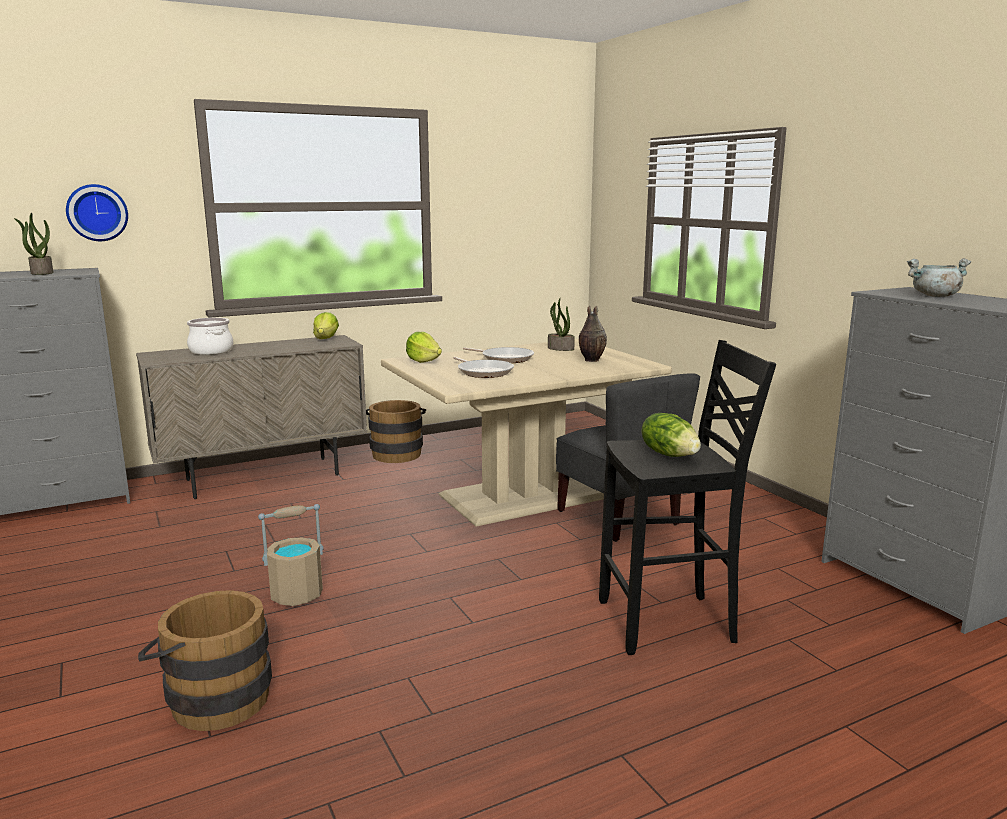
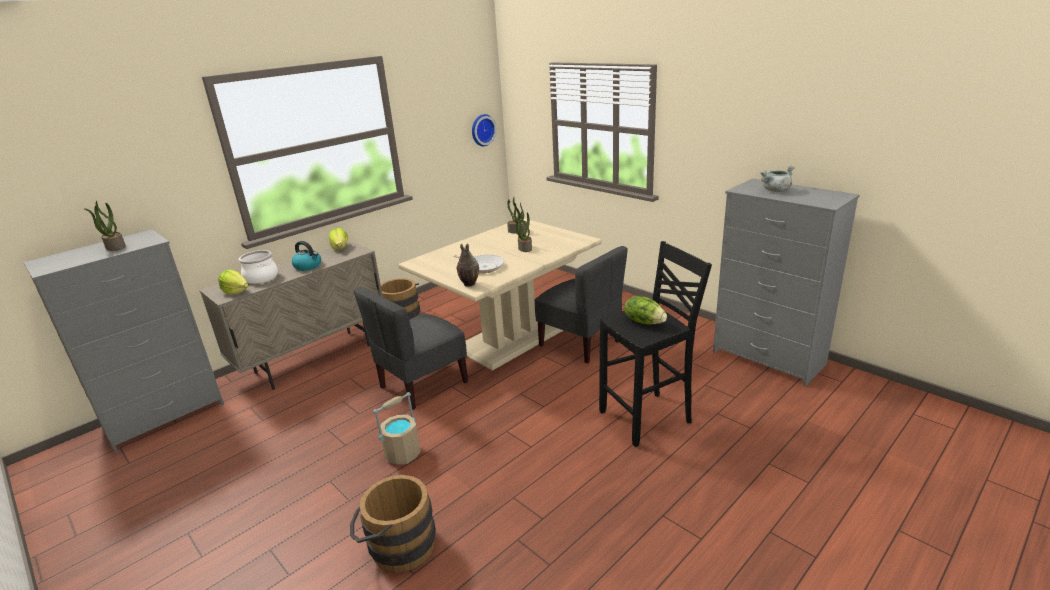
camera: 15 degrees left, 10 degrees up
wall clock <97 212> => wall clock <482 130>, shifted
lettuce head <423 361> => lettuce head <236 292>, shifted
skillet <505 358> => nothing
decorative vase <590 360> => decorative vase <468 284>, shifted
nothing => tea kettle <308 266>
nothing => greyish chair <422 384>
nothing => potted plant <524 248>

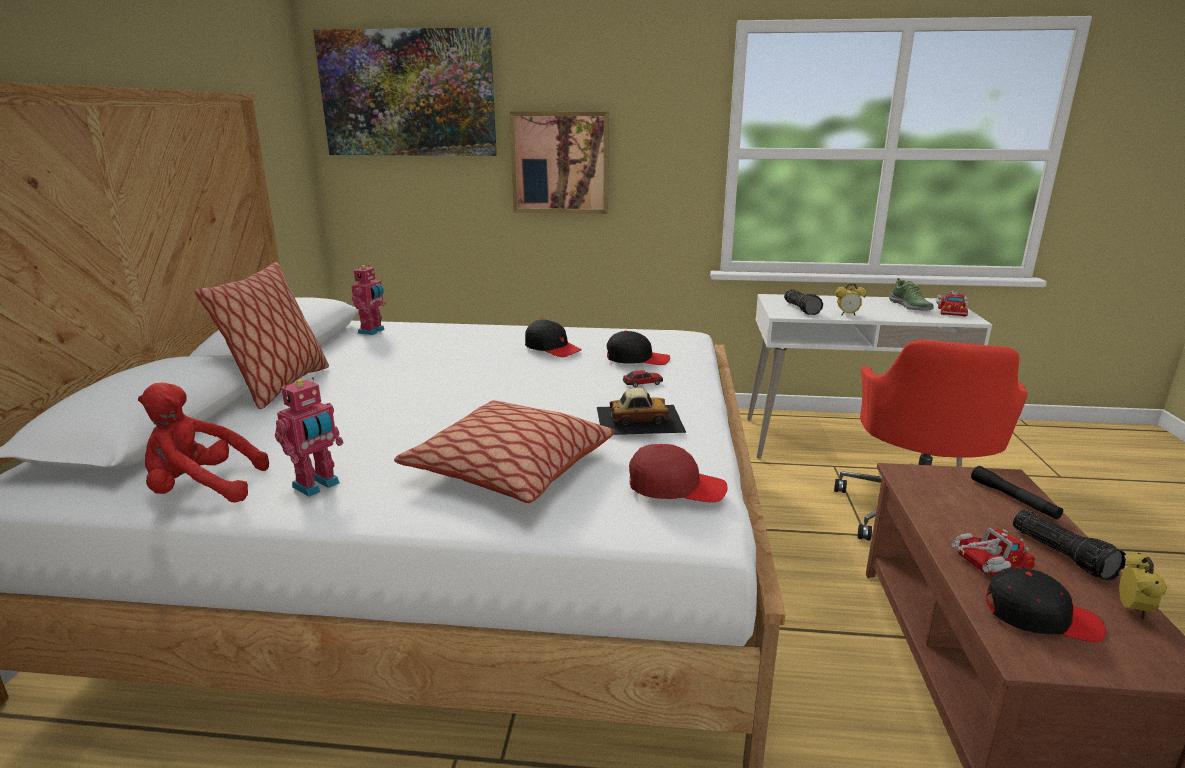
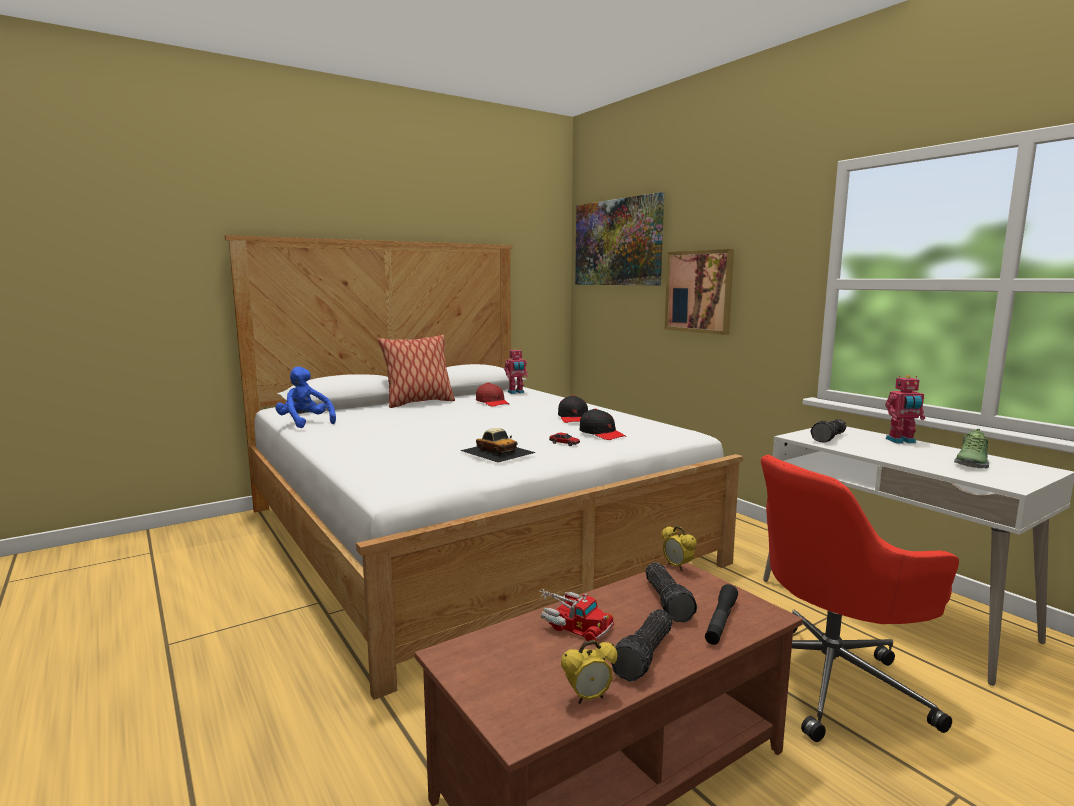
camera: 50 degrees right, 10 degrees down
red plush toy <202 490> => blue-coloured plush toy <305 423>
model robot <317 486> => model robot <901 441>, shifted
pillow <509 469> => nothing
red cap <676 487> => red cap <492 402>, shifted
table clock <847 315> => table clock <677 567>, shifted
toy truck <951 310> => nothing
blackish cap <1040 617> => nothing
nothing => hand torch <668 601>

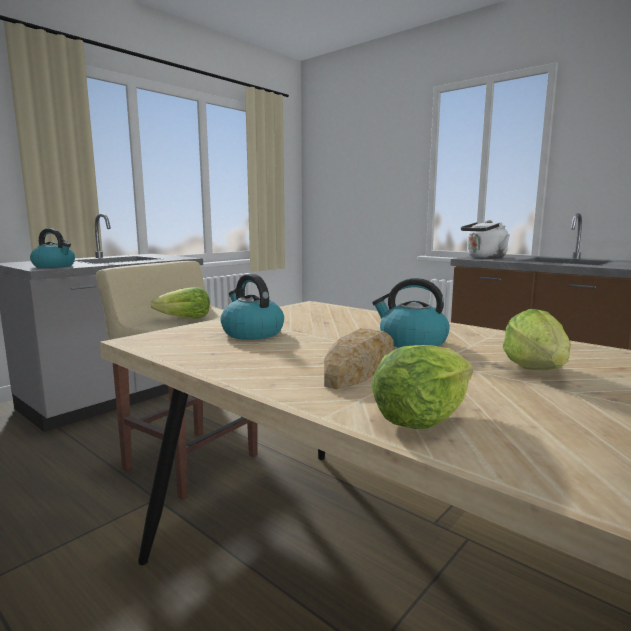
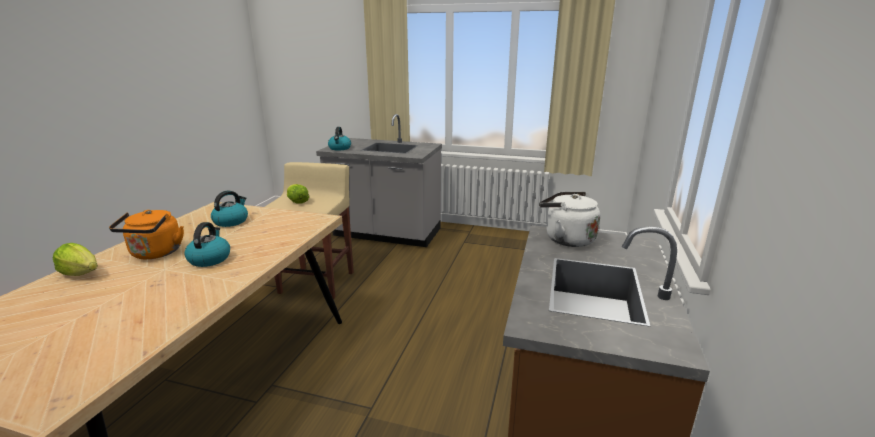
camera: 65 degrees right, 10 degrees up
bread <360 369> => orangey tea kettle <155 254>
lettuce head <536 369> => nothing

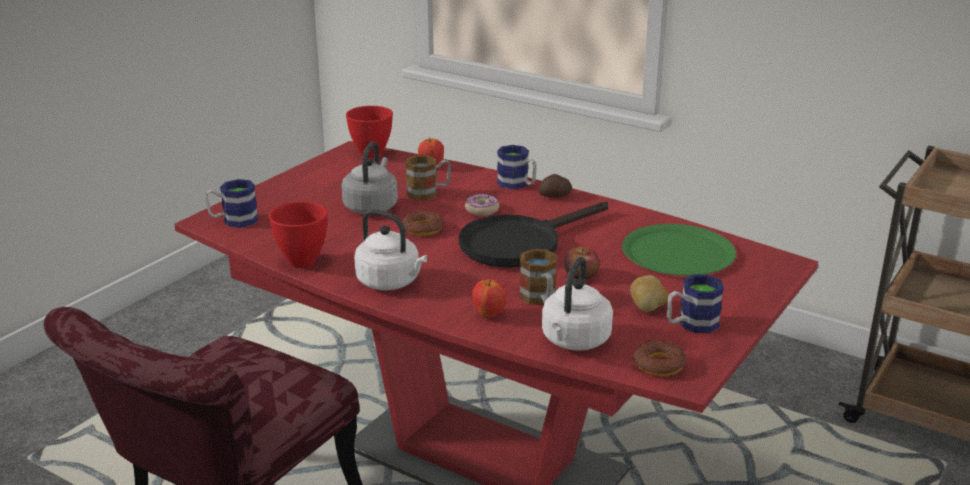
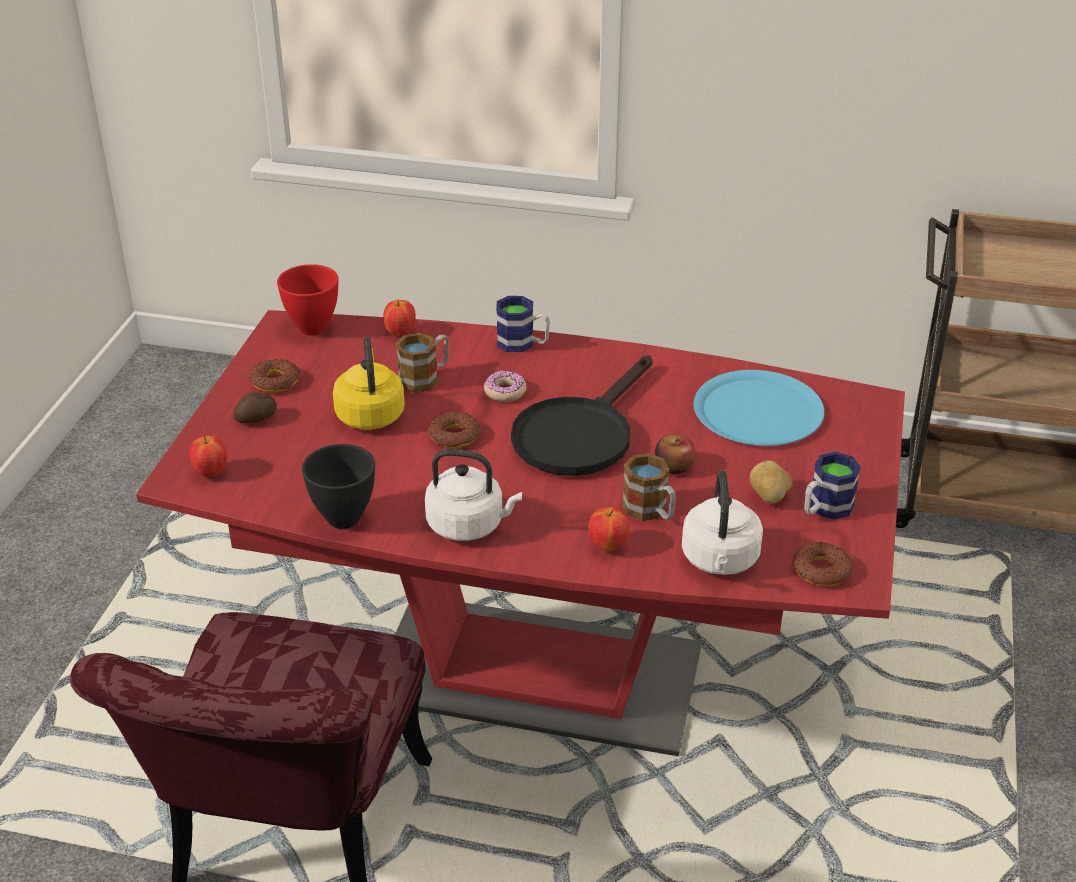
camera: 20 degrees left, 10 degrees up
mug <233 220> => apple fruit <211 473>
red deep dish <301 261> => blackish deep dish <342 518>
greyish tea kettle <371 206> => yellow-coloured tea kettle <370 414>
spud <555 196> => spud <257 419>, shifted
green plate <678 252> => blue-coloured plate <758 411>
nothing => donut <275 381>

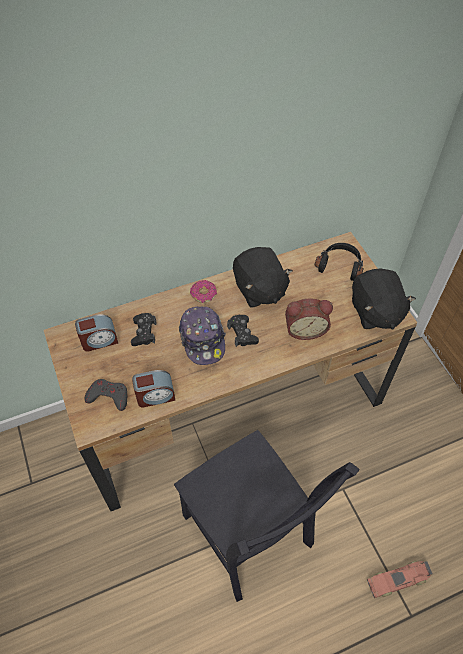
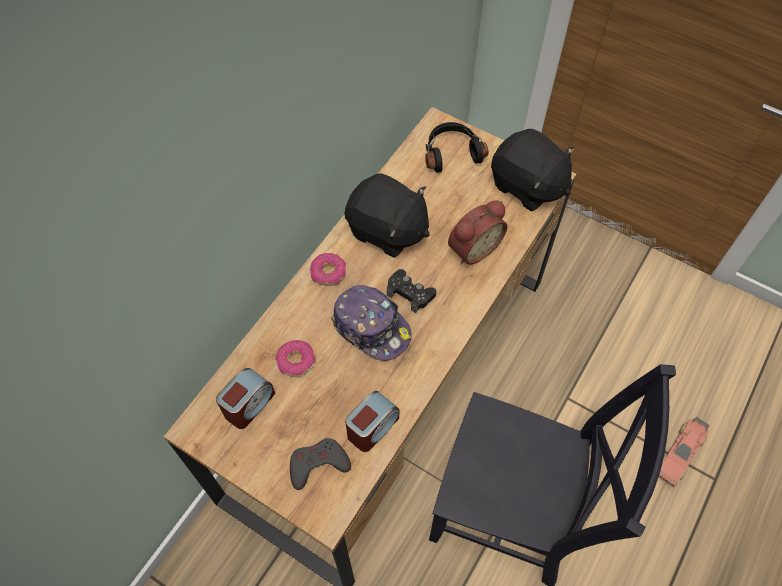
camera: 35 degrees left, 5 degrees up
blackish gamepad <144 332> => donut <296 361>

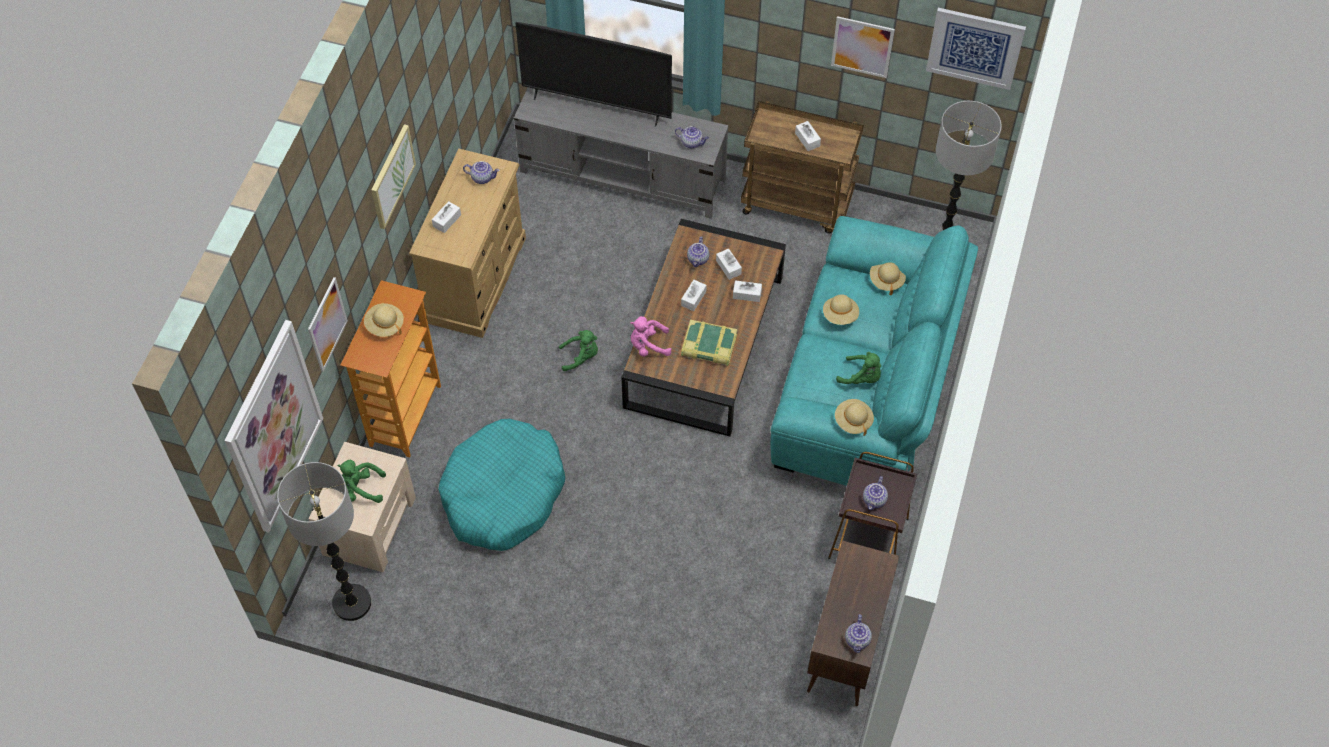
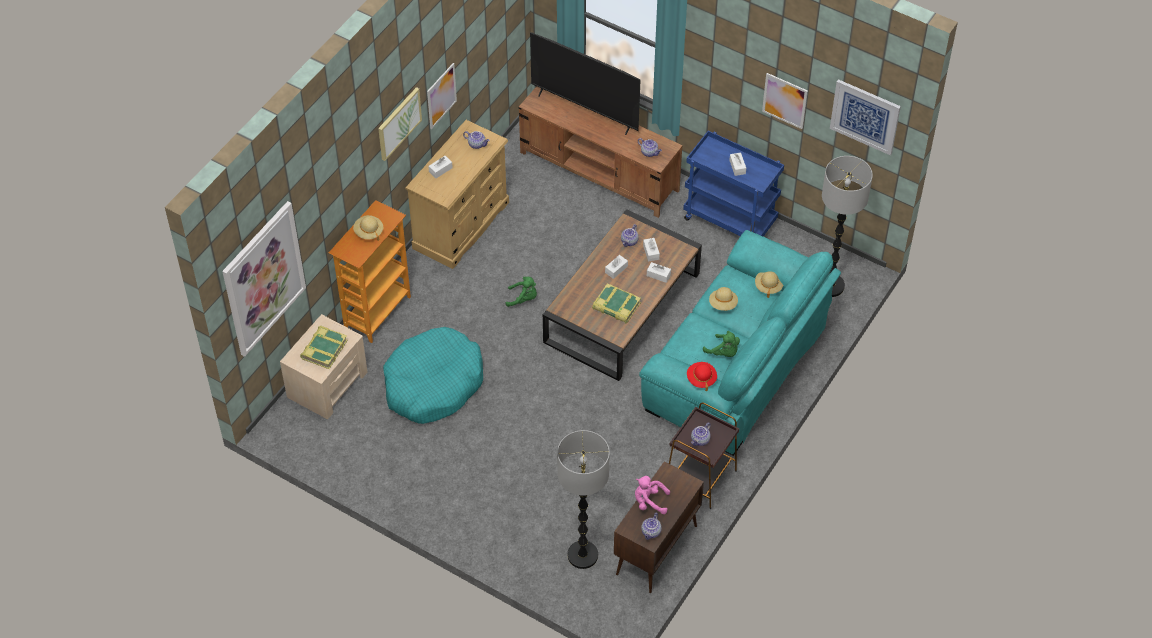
camera: 15 degrees right, 5 degrees down
floor lamp <352 603> => floor lamp <582 555>, shifted
picture <327 324> => picture <441 95>, shifted
green plush toy <361 489> => book <324 349>
greyish tv unit <623 176> => brownish tv unit <599 172>
pink plush toy <648 345> => pink plush toy <649 501>, shifted
brownish trolley <797 203> => blue-coloured trolley <730 220>
sand-coloured hat <853 421> => red hat <701 379>

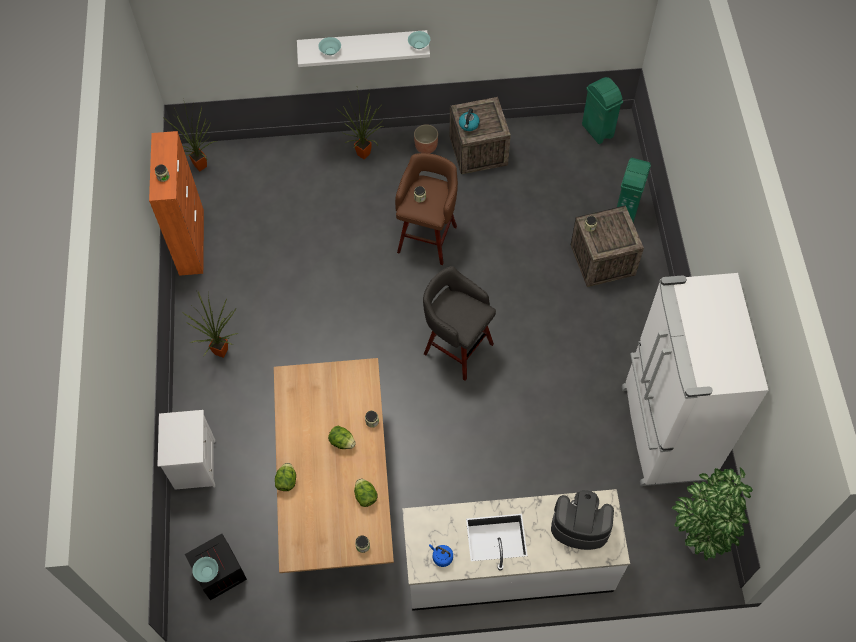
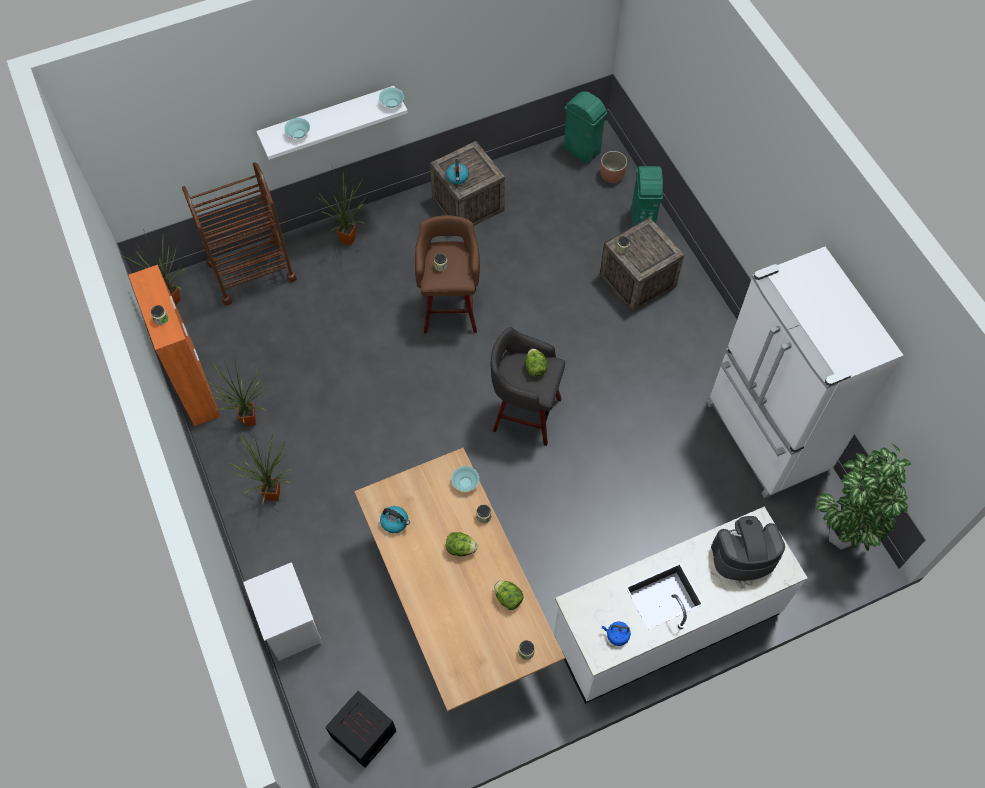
camera: 20 degrees left, 0 degrees up
turquoise deep dish <207 572> => turquoise deep dish <465 483>, shifted
lettuce head <286 481> => lettuce head <535 368>, shifted
planter <426 147> => planter <612 175>, shifted
nothing => brownish trolley <252 271>
nothing => potted plant <249 423>
nothing => tea kettle <395 522>

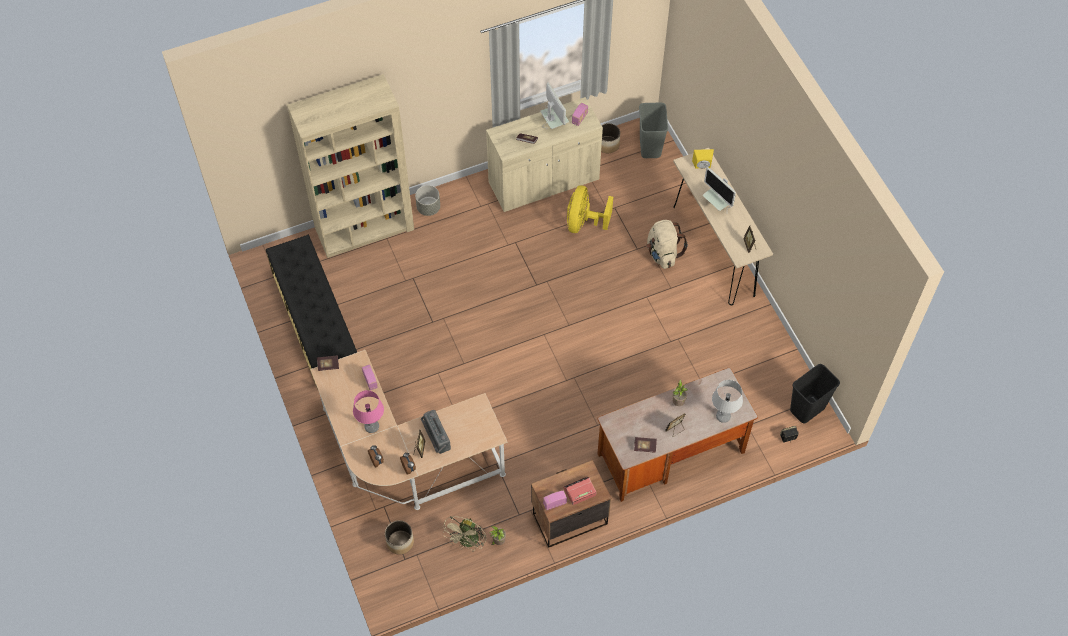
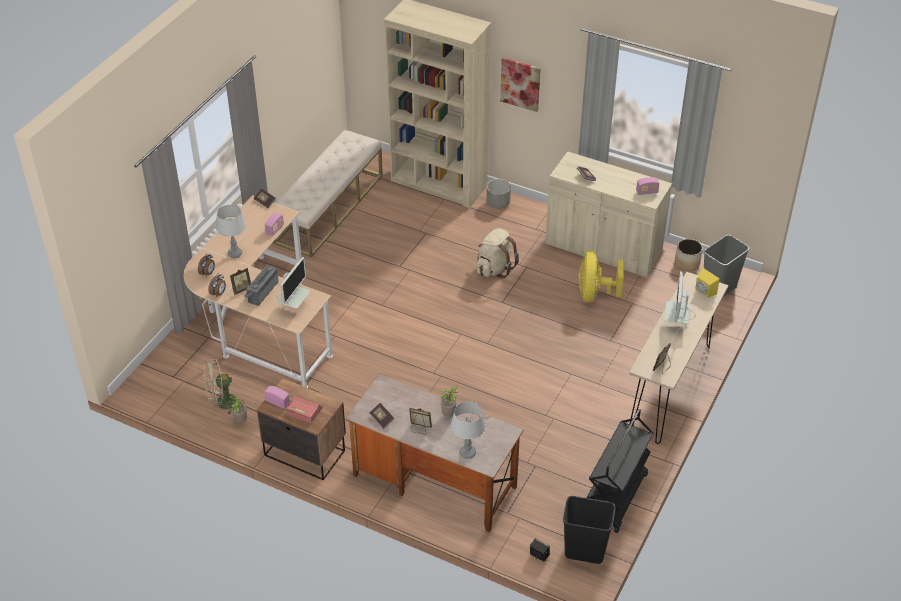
camera: 50 degrees right, 15 degrees down
blackish indoor bench <316 322> => sand-coloured indoor bench <329 208>
pink tabletop lamp <372 427> => greyish tabletop lamp <235 253>
planter <400 542> => nothing
computer screen <553 125> => computer screen <294 307>, shifted
yellow-coloured electric fan <583 222> => yellow-coloured electric fan <594 294>, 60 degrees counterclockwise
sand-coloured knapsack <662 254> => sand-coloured knapsack <494 268>, shifted
nothing => picture <520 84>
nothing => blackish trolley <616 498>

